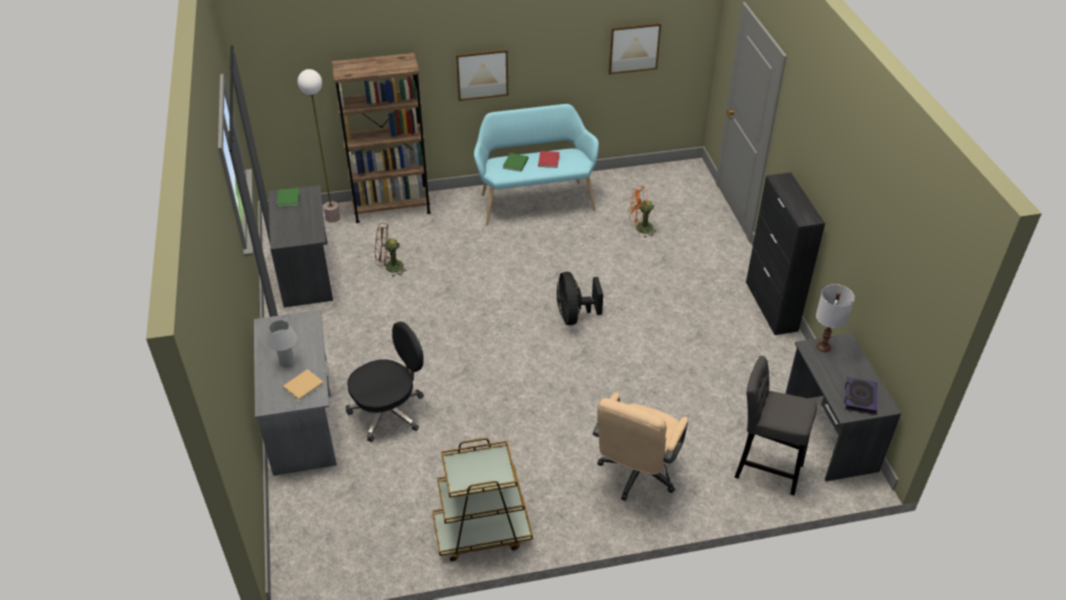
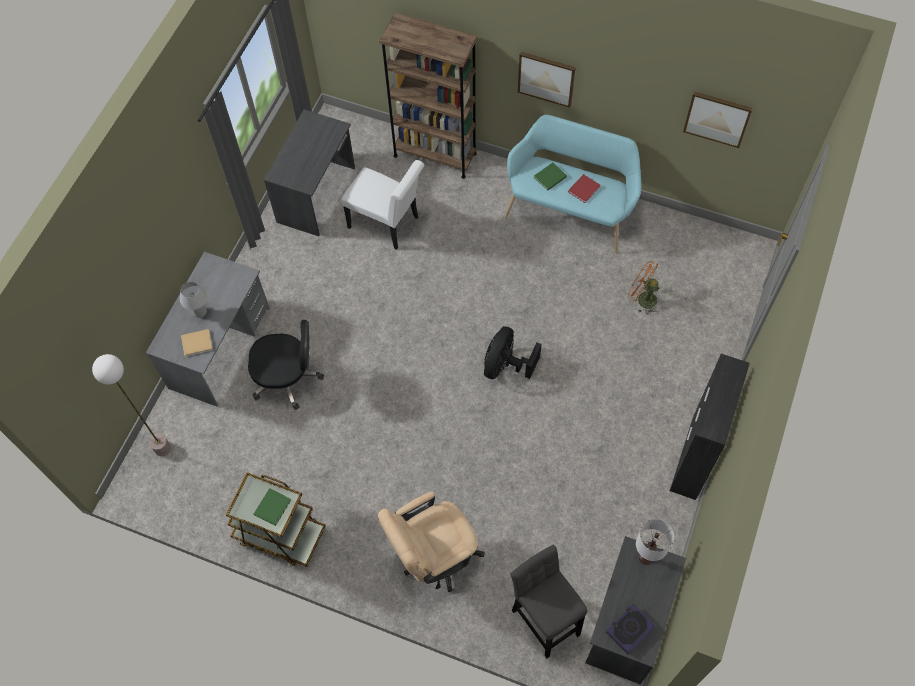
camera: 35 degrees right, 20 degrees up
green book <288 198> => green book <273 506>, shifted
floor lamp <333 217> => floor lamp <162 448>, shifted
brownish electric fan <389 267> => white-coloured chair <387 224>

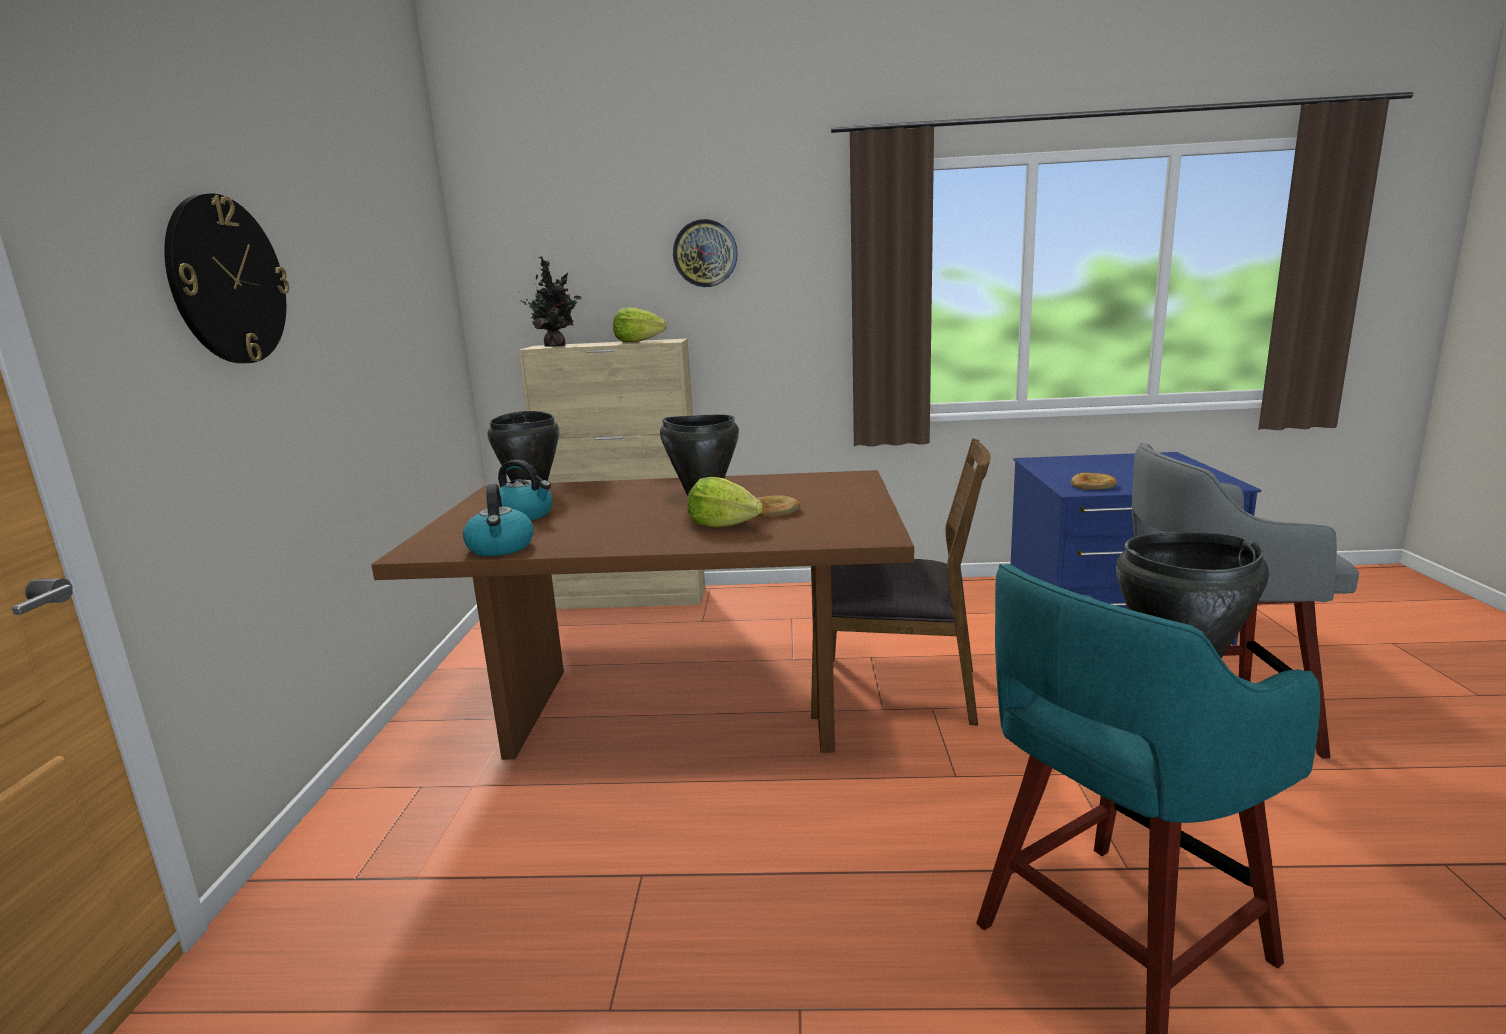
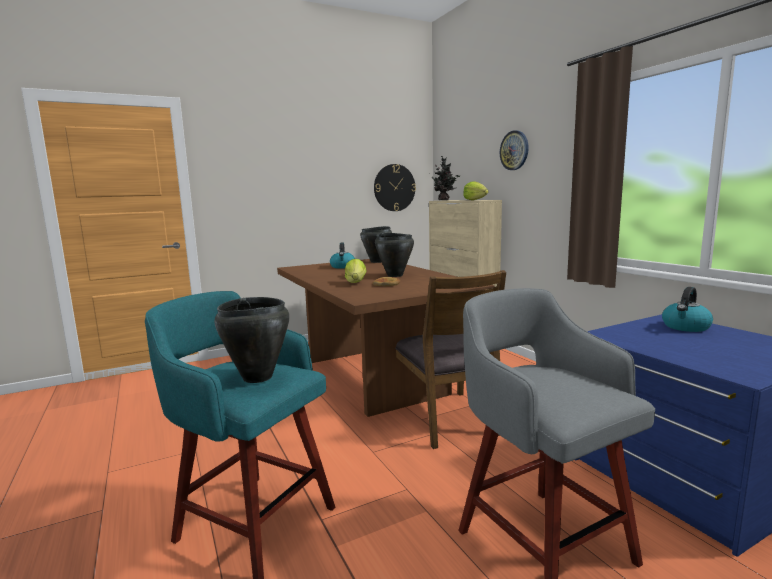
camera: 60 degrees right, 5 degrees down
wall clock <227 280> => wall clock <394 187>, shifted
tea kettle <501 548> => tea kettle <685 327>, shifted
bread <1093 485> => nothing

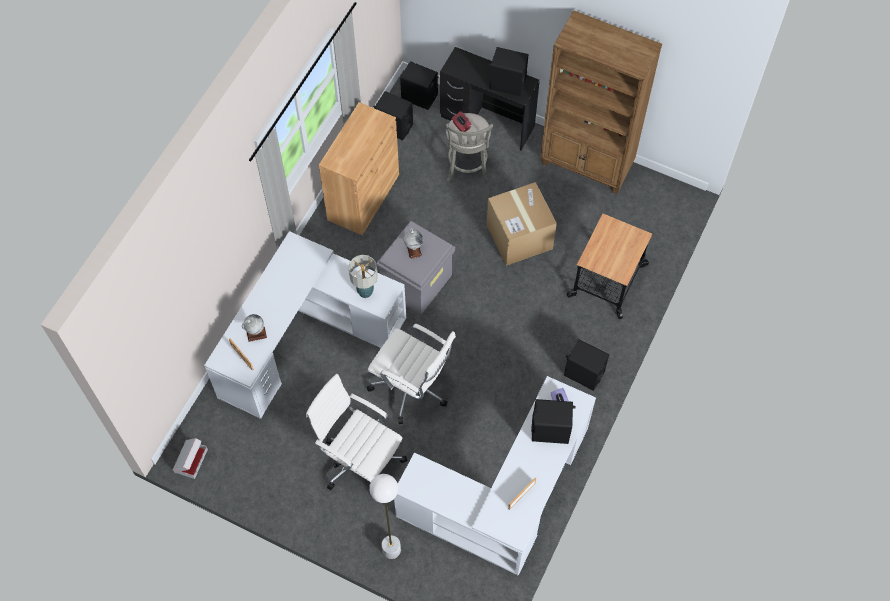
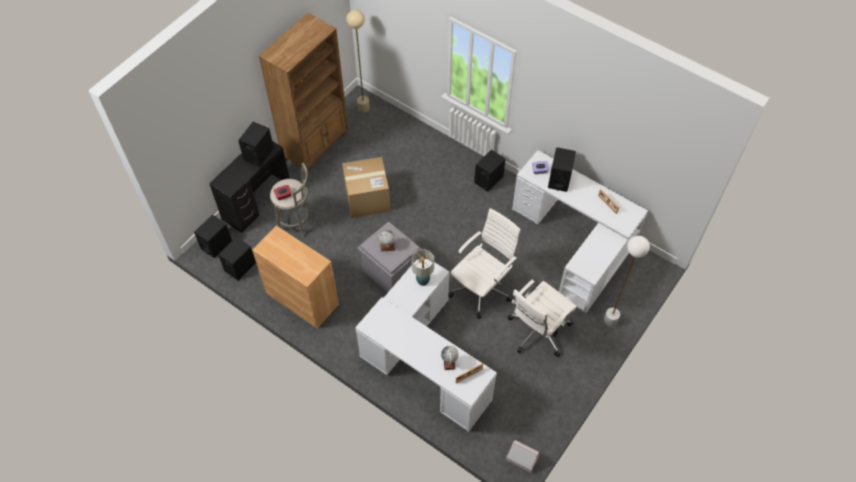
camera: 80 degrees left, 5 degrees down
trolley <607 281> => nothing
nothing => sand-coloured floor lamp <363 108>

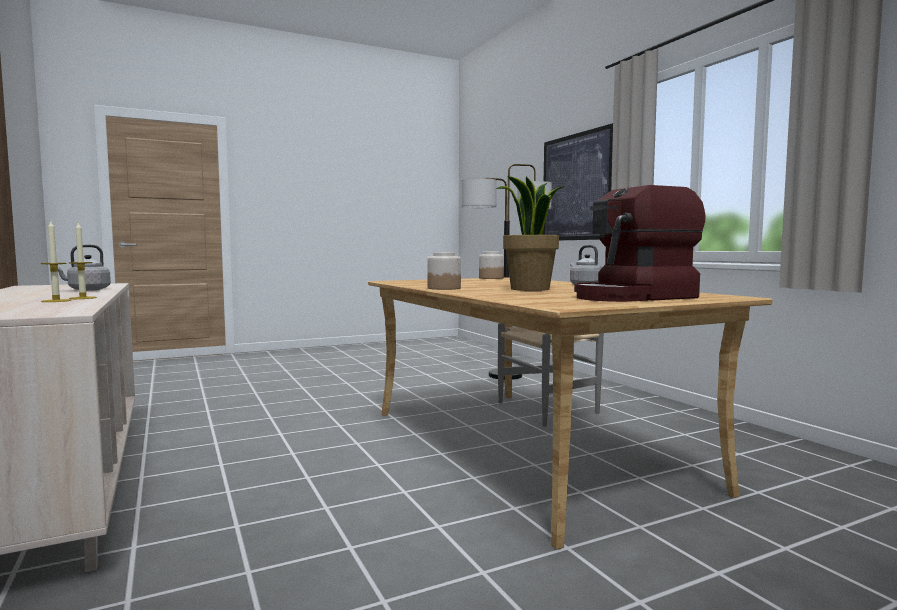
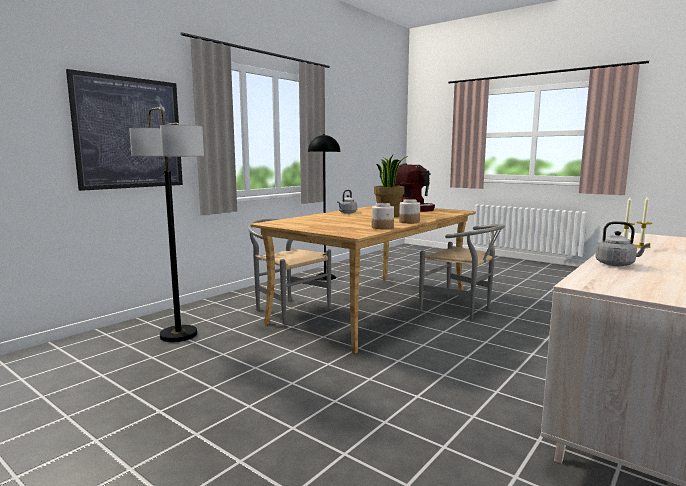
camera: 115 degrees left, 5 degrees up
preserve jar <491 278> => preserve jar <382 227>, shifted
nothing => blackish floor lamp <324 277>
nothing => greyish chair <461 309>

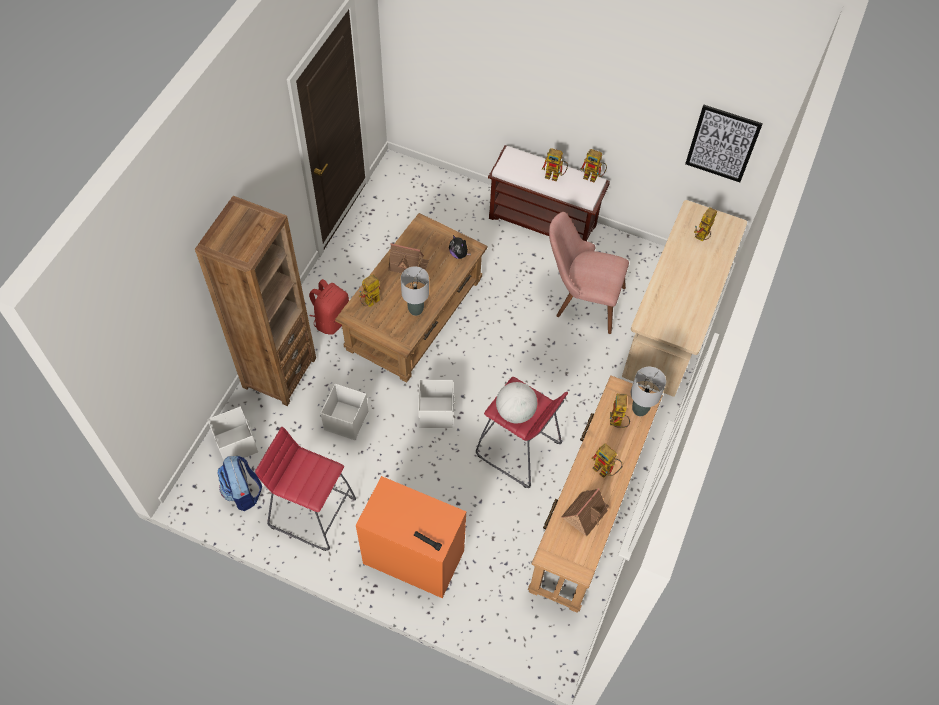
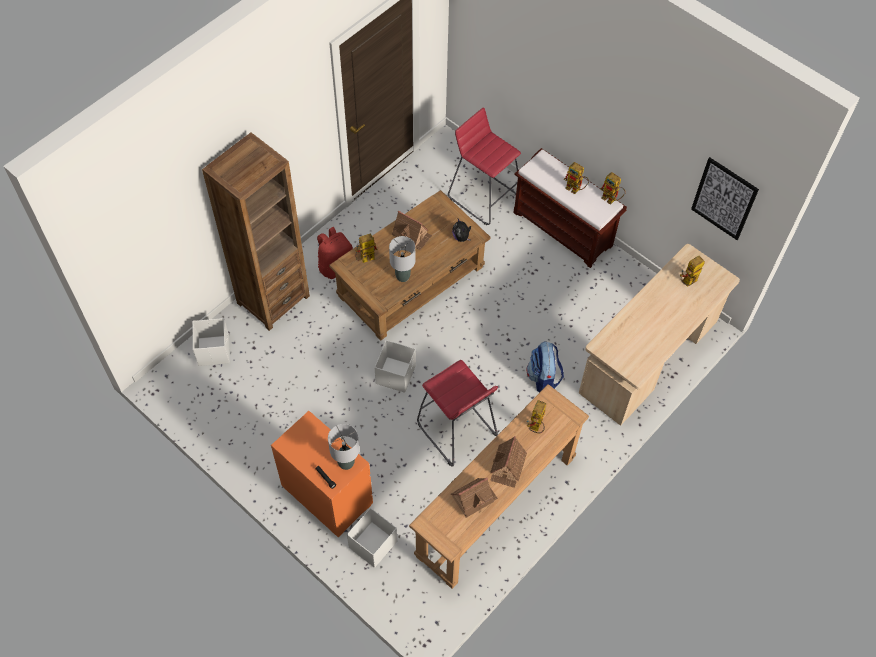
camera: 20 degrees right, 0 degrees up
knapsack <243 492> => knapsack <543 378>, shifted
red sitting stool <312 511> => red sitting stool <484 196>, shifted
white-coloured storage container <345 421> => white-coloured storage container <372 545>, shifted
world globe <515 412> => nothing
pink chair <581 299> => nothing
model robot <605 470> => toy house <507 466>
greyish tabletop lamp <640 410> => greyish tabletop lamp <346 463>, shifted

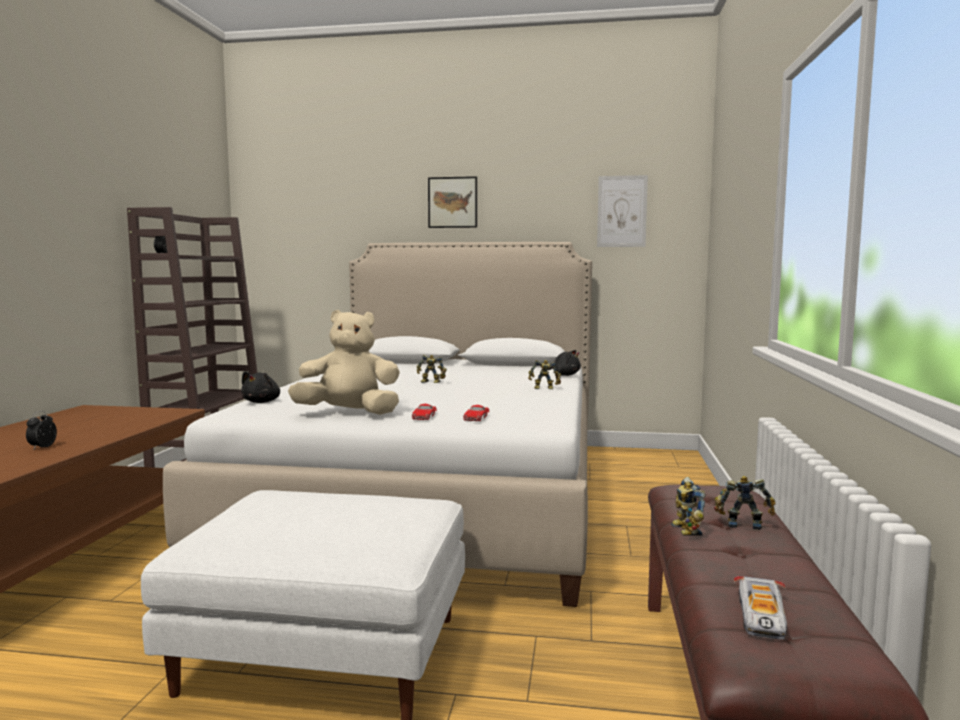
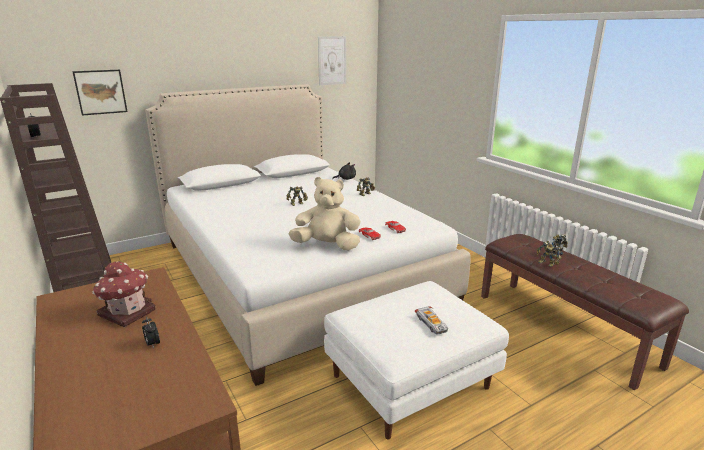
camera: 40 degrees left, 15 degrees up
blackish plush toy <262 402> => nothing
sand-coloured plush toy <349 413> => sand-coloured plush toy <327 245>, 45 degrees clockwise
picture <452 202> => picture <100 92>, shifted
toy car <761 616> => toy car <432 323>, shifted
nothing => toy house <126 312>

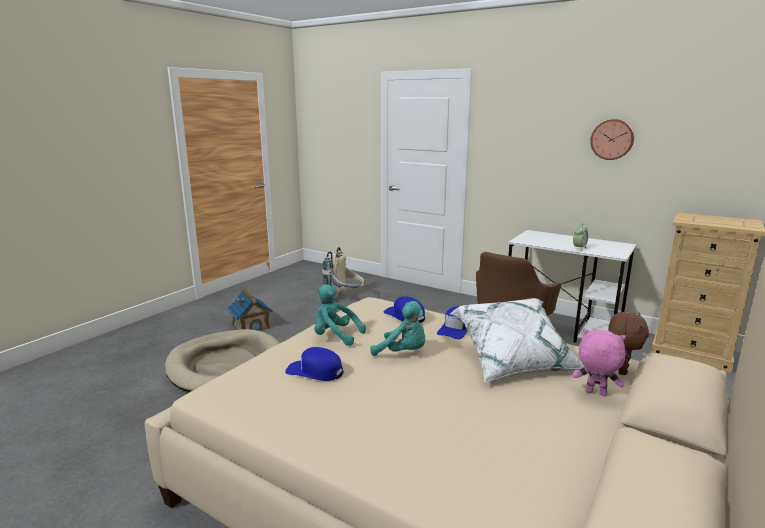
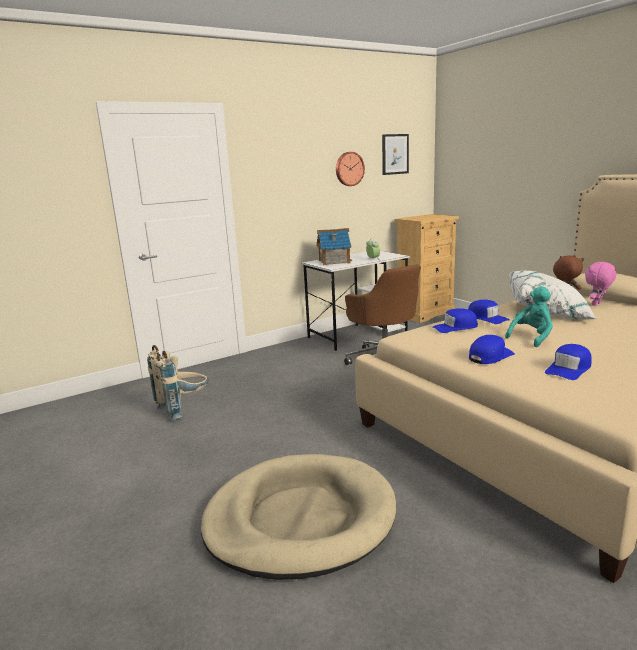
camera: 65 degrees left, 0 degrees up
toy house <251 326> => toy house <334 261>, shifted
turquoise plush toy <335 336> => blue-coloured cap <490 356>
nothing => picture <395 154>

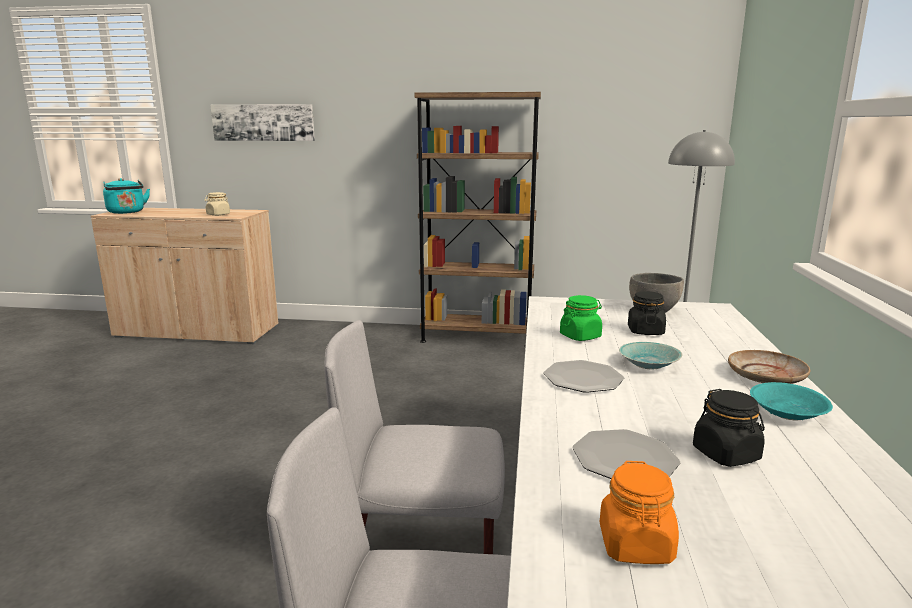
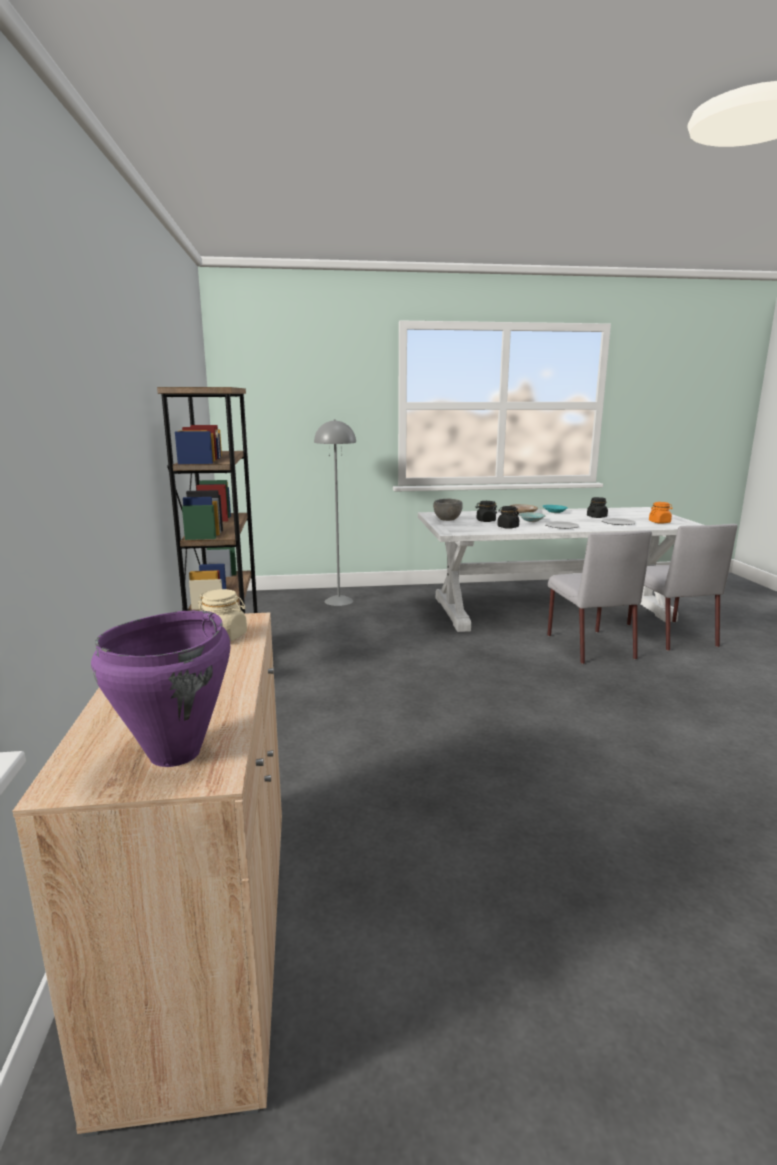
camera: 105 degrees left, 0 degrees up
turquoise tea kettle <127 212> => purplish saucepot <176 753>
picture <263 122> => nothing
green preserve jar <580 336> => blackish preserve jar <507 527>

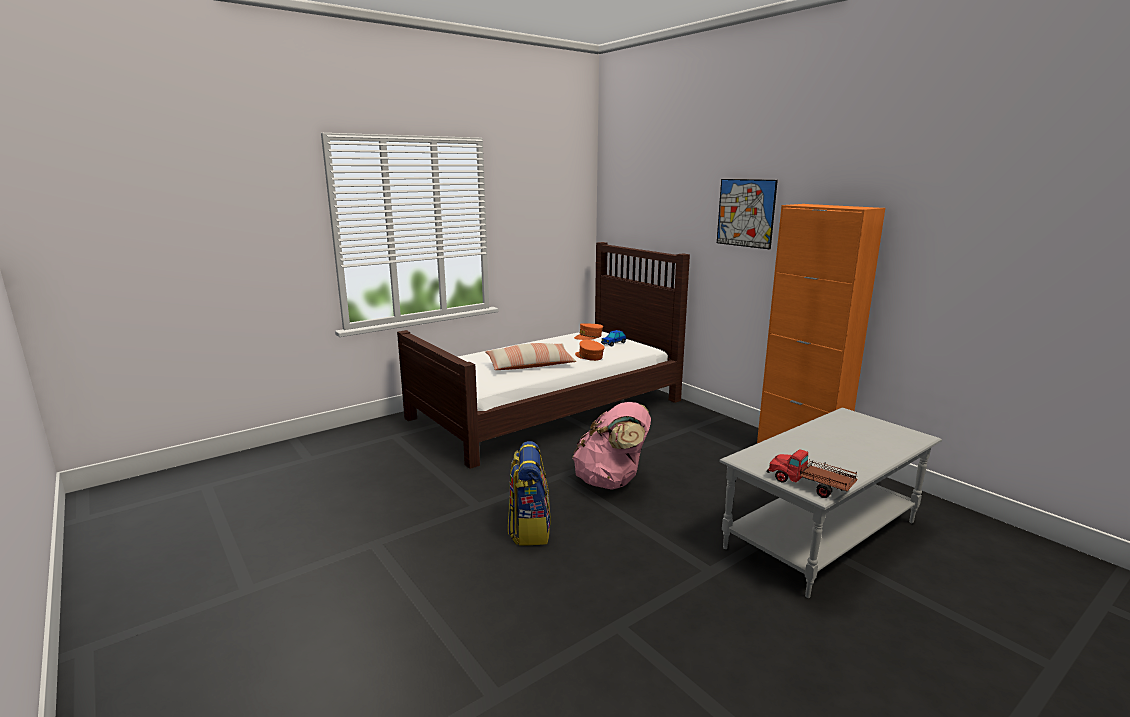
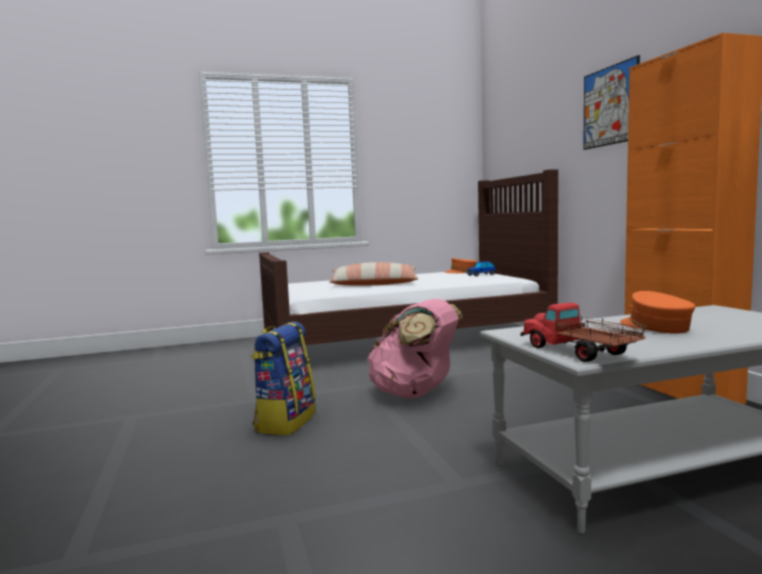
camera: 20 degrees right, 10 degrees down
orangey cap <589 356> => orangey cap <655 327>, shifted

